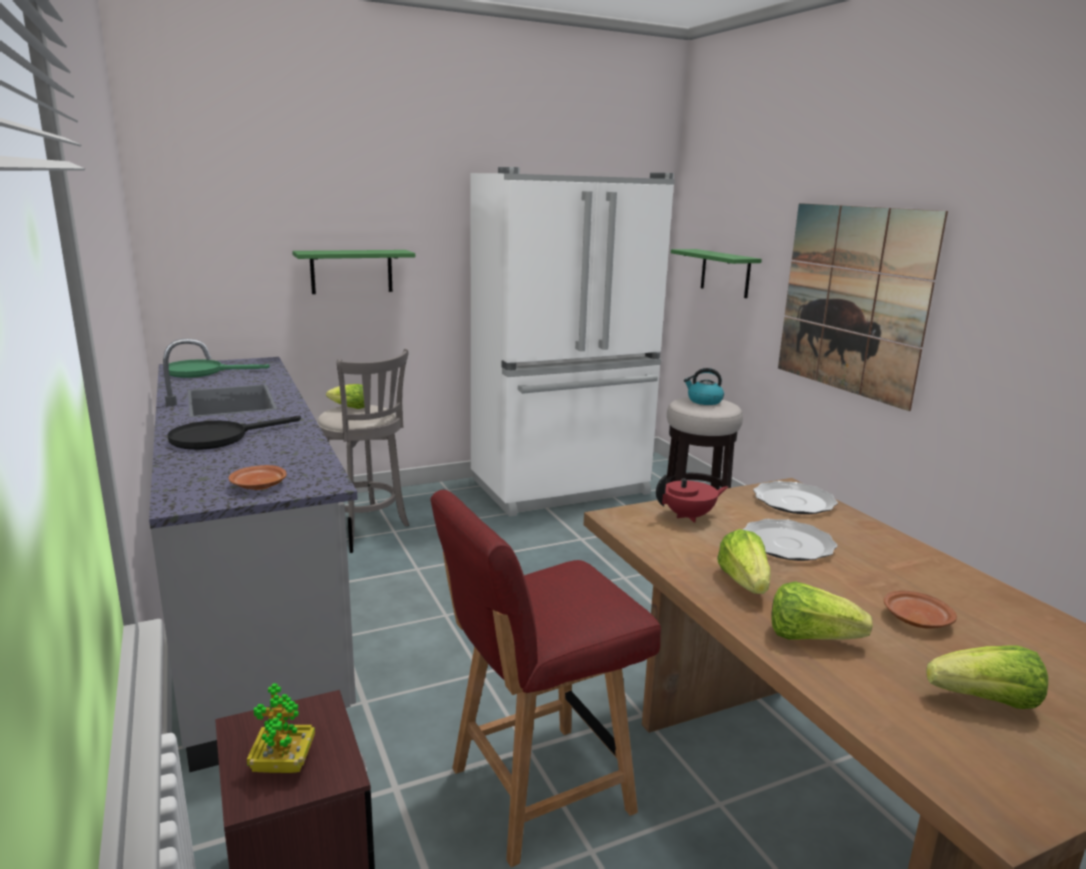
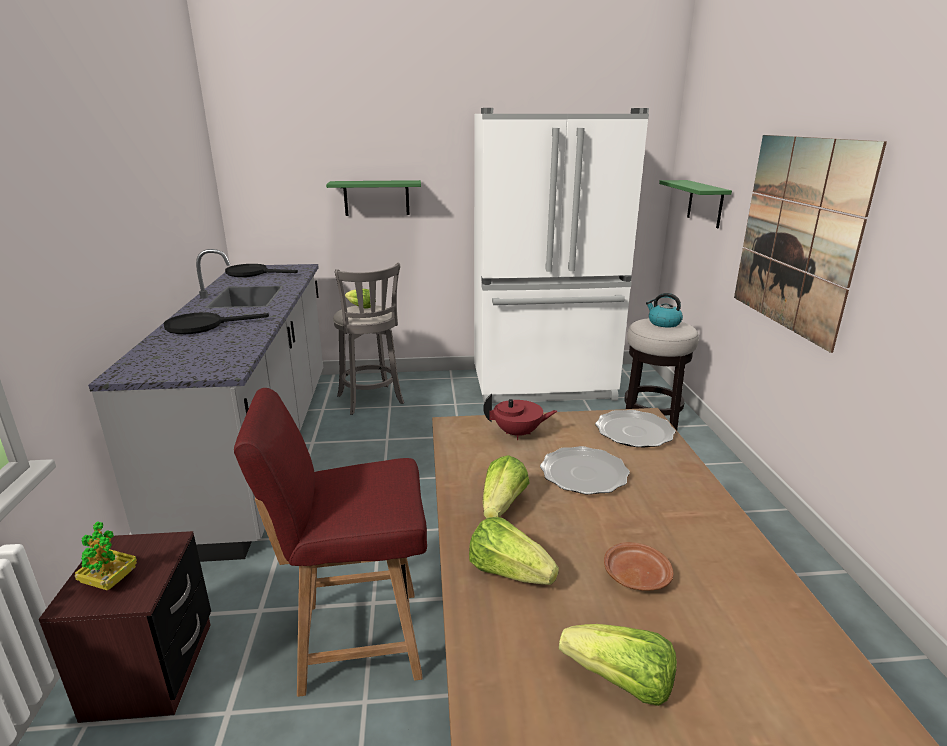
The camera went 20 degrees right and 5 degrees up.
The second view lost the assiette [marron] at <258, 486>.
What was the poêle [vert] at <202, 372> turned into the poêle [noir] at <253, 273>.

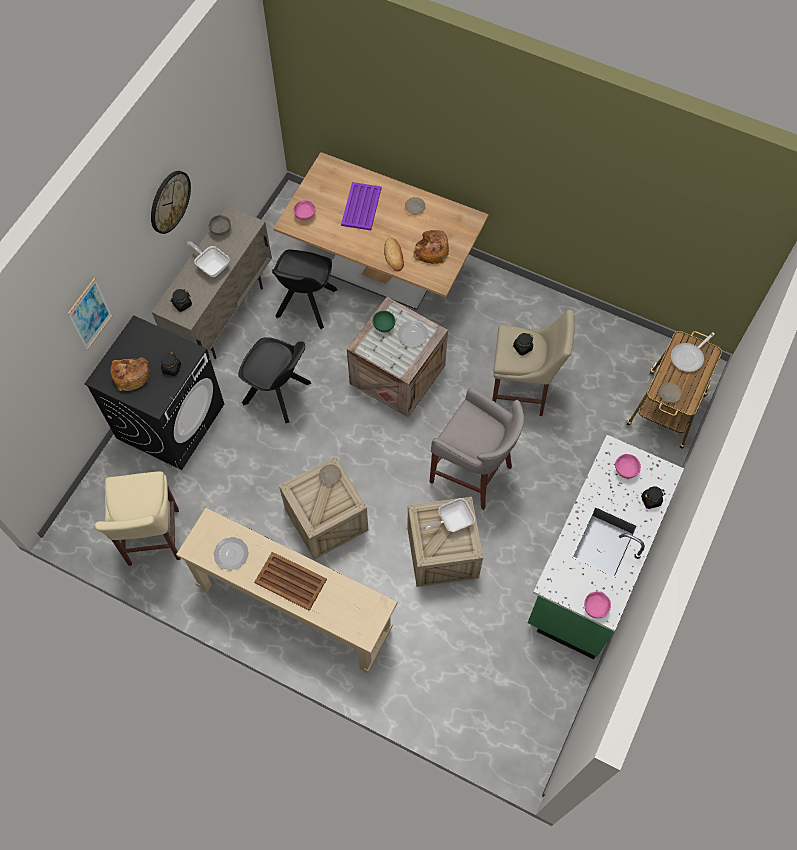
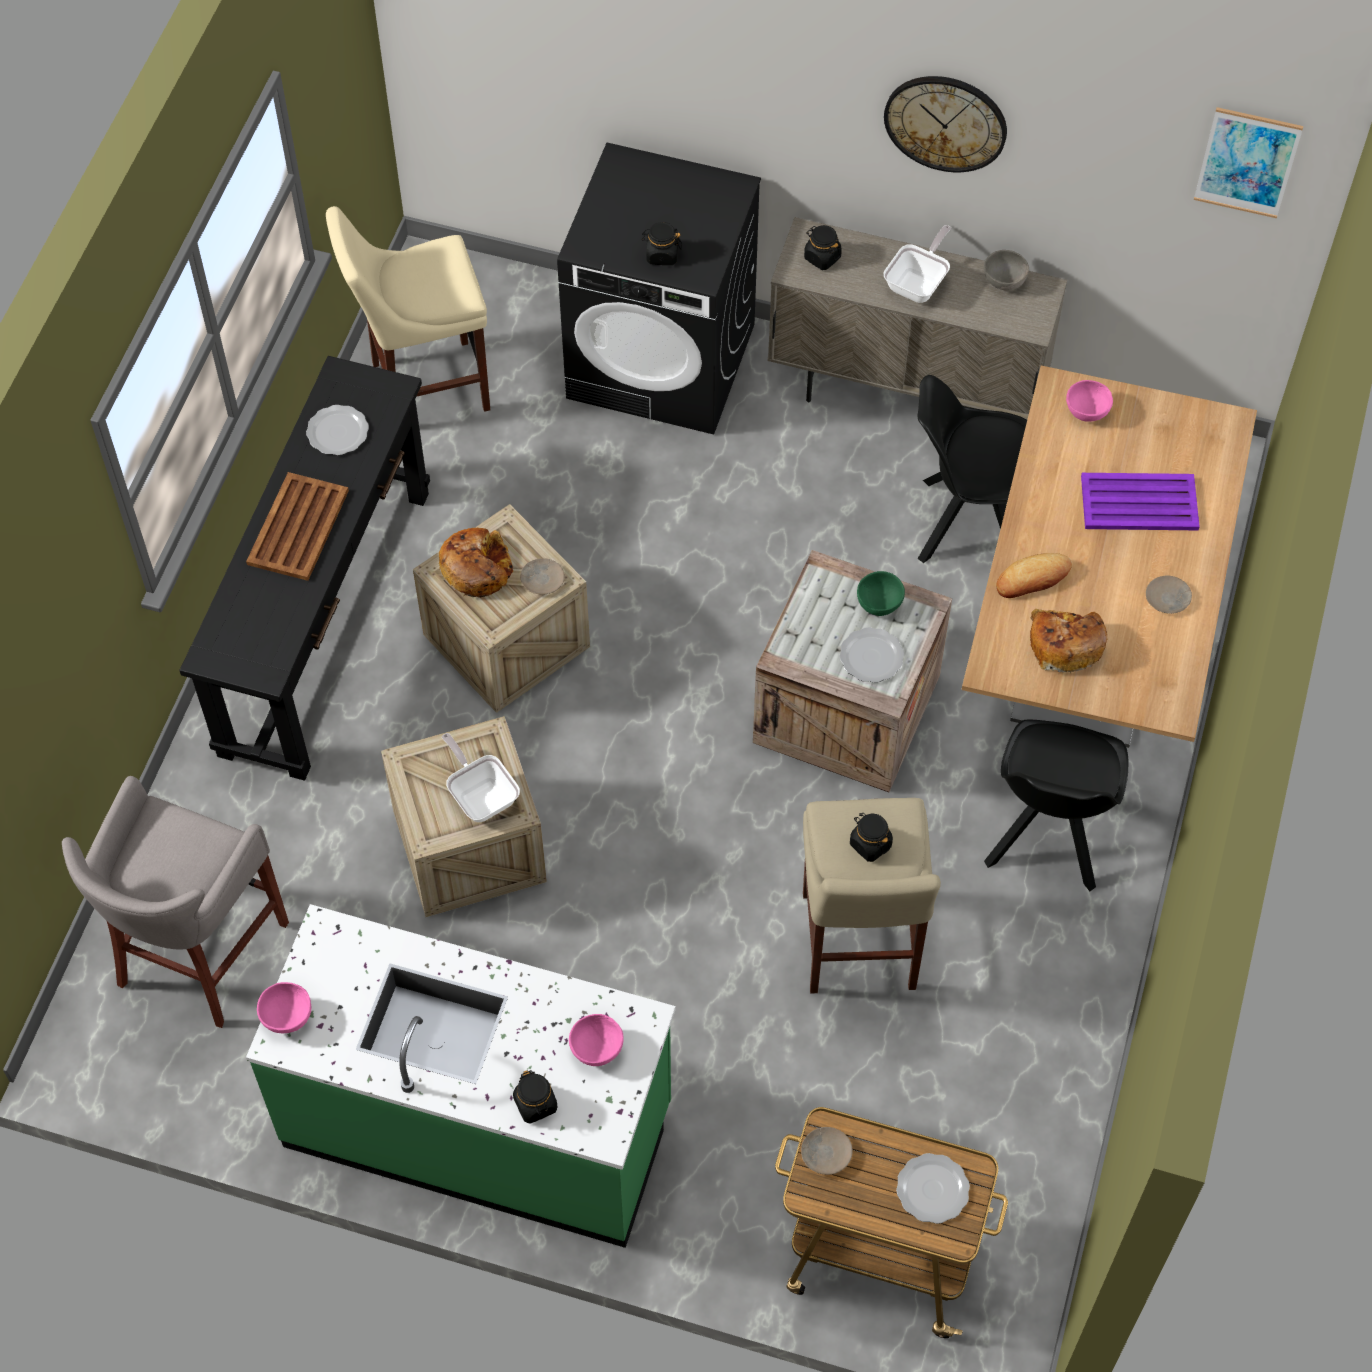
The camera went 80 degrees right and 5 degrees down.
The tableau ended up elsewhere, having gone from <90, 314> to <1247, 162>.
The pain ended up elsewhere, having gone from <130, 375> to <477, 568>.
The chaise [noir] ended up elsewhere, having gone from <278, 394> to <1047, 835>.
The tabouret [gris] ended up elsewhere, having gone from <473, 474> to <198, 956>.
Where the poêle stood at <689, 357>, the assiette came to stand at <932, 1190>.
What was the table console [beige] at <294, 608> turned into the table console [noir] at <326, 621>.

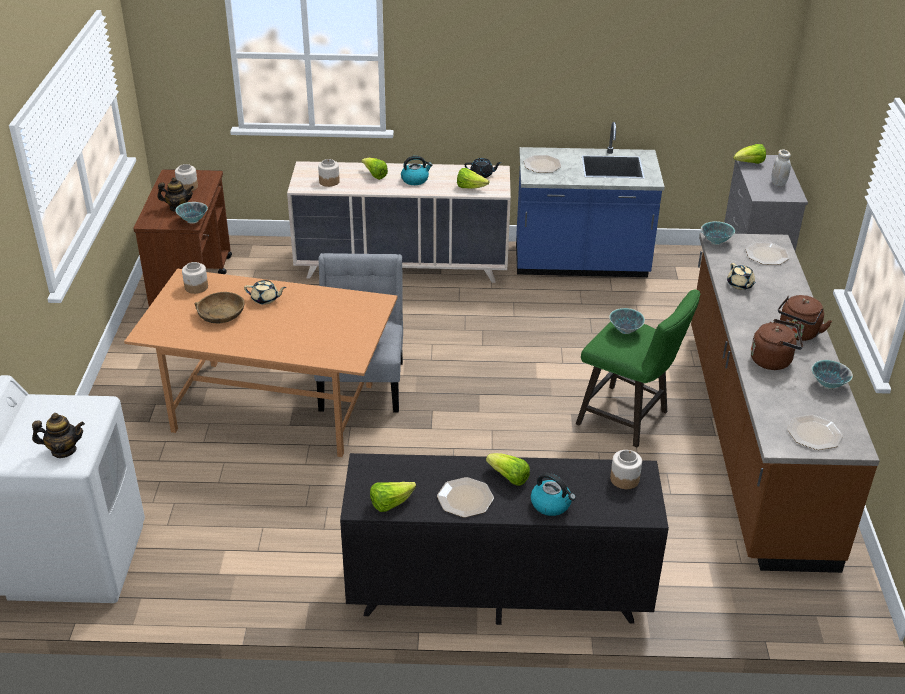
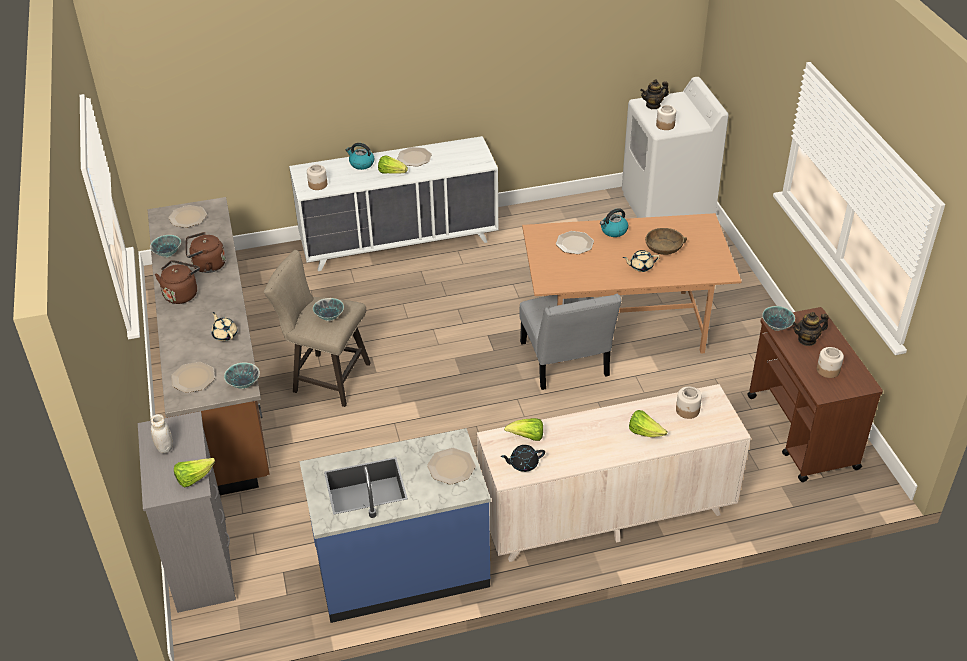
The camera went 165 degrees right and 5 degrees up.
The second view lost the laitue at <390, 503>.
The second view gained the assiette at <575, 243>.
The bocal ended up elsewhere, having gone from <196, 287> to <665, 125>.
The bouilloire ended up elsewhere, having gone from <415, 180> to <613, 231>.
What was the commode [noir] at <497, 590> turned into the commode [blanc] at <399, 242>.
What was the tabouret [vert] at <628, 419> turned into the tabouret [beige] at <325, 377>.

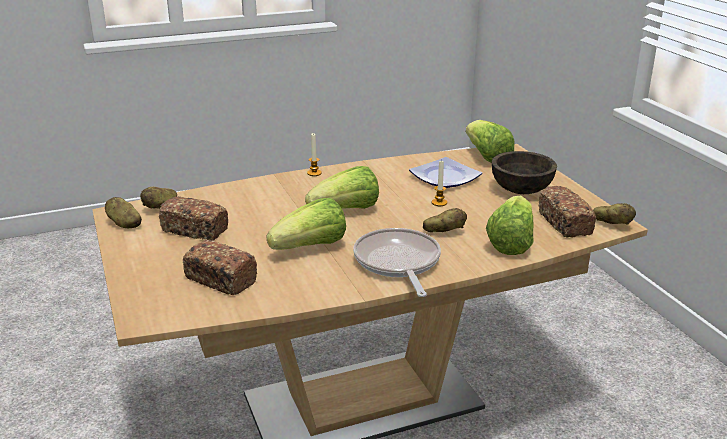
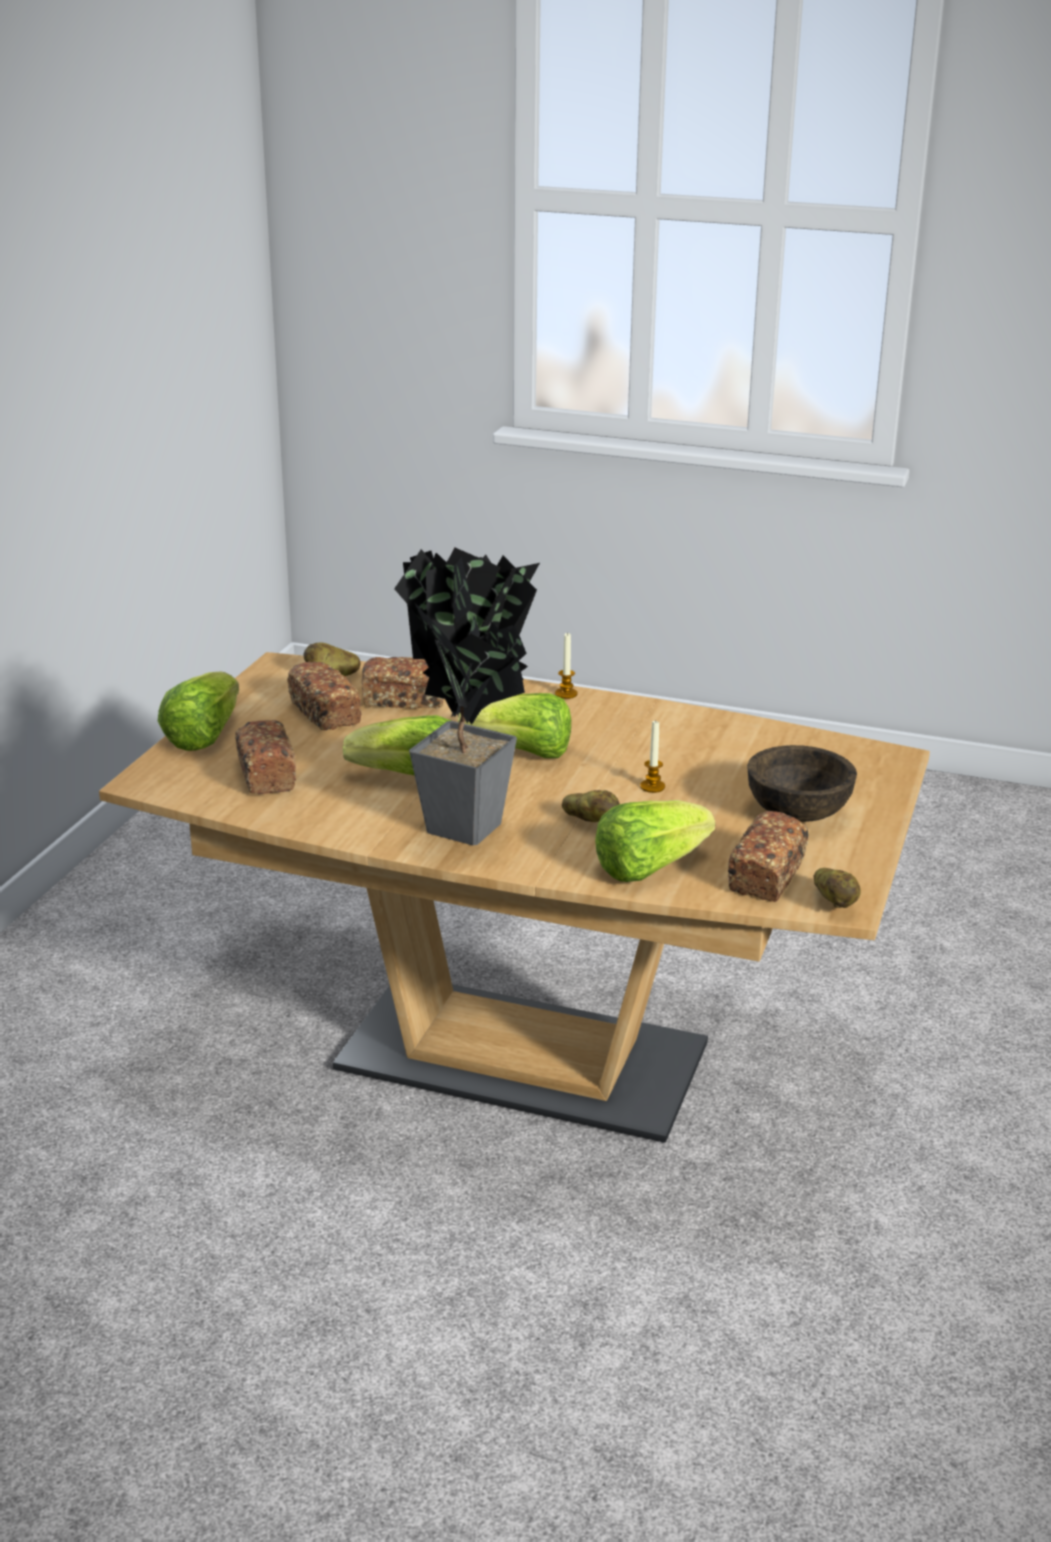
The camera went 40 degrees right and 0 degrees up.
The second view lost the pomme de terre at <124, 224>.
The second view lost the assiette at <446, 177>.
The second view gained the pain at <405, 700>.
The laitue ended up elsewhere, having gone from <487, 157> to <203, 735>.
Where the poêle stood at <397, 263>, the plante en pot came to stand at <471, 833>.

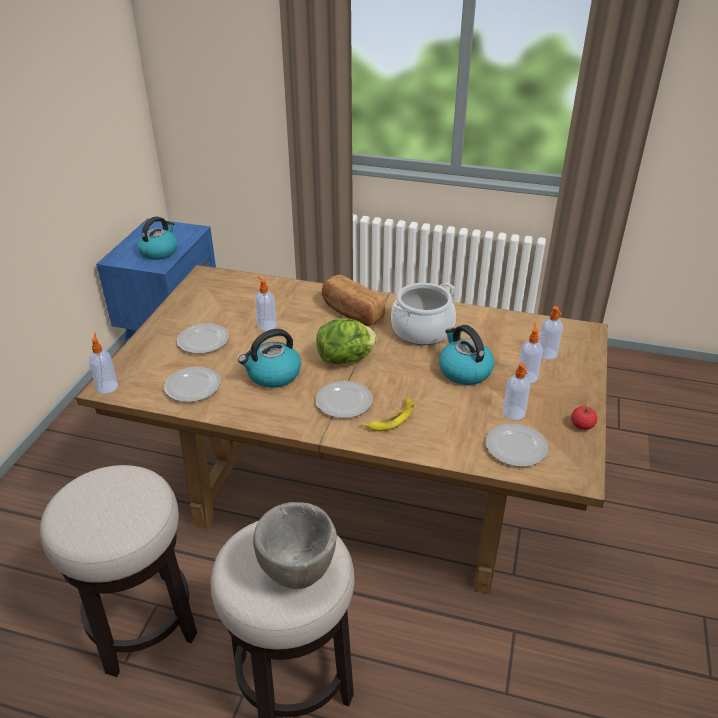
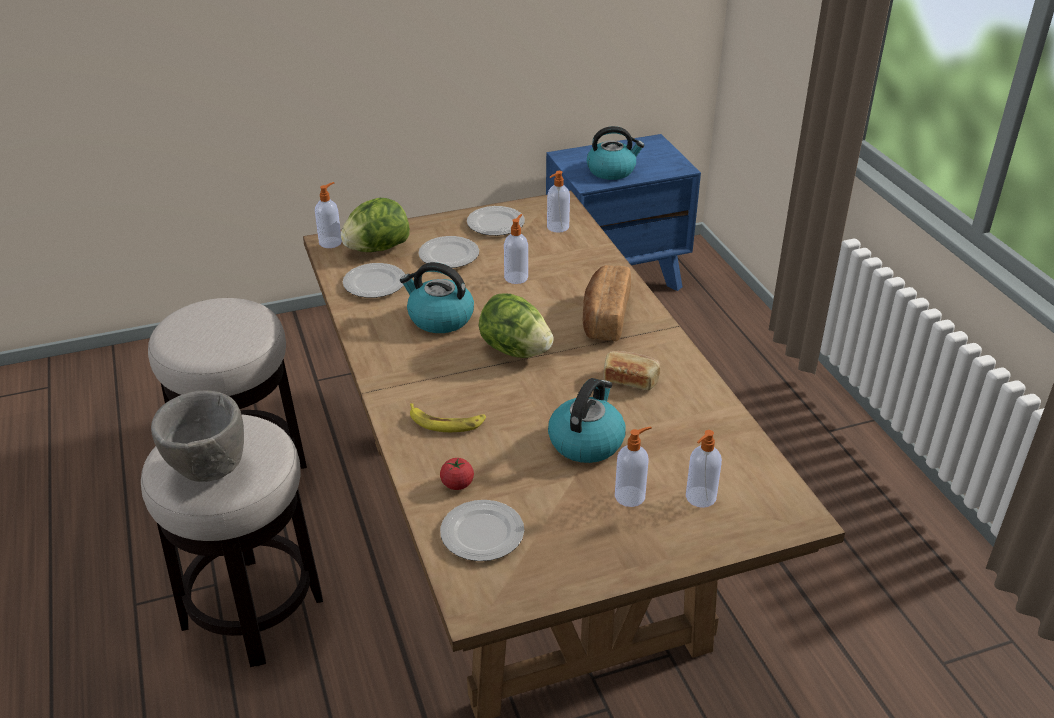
The camera went 55 degrees right and 0 degrees up.
The second view gained the laitue at <377, 249>.
The assiette ended up elsewhere, having gone from <344, 401> to <496, 224>.
The distributeur de savon ended up elsewhere, having gone from <514, 413> to <557, 227>.
The tomate ended up elsewhere, having gone from <582, 425> to <457, 484>.
Where the marmite stood at <422, 330>, the pain came to stand at <630, 379>.

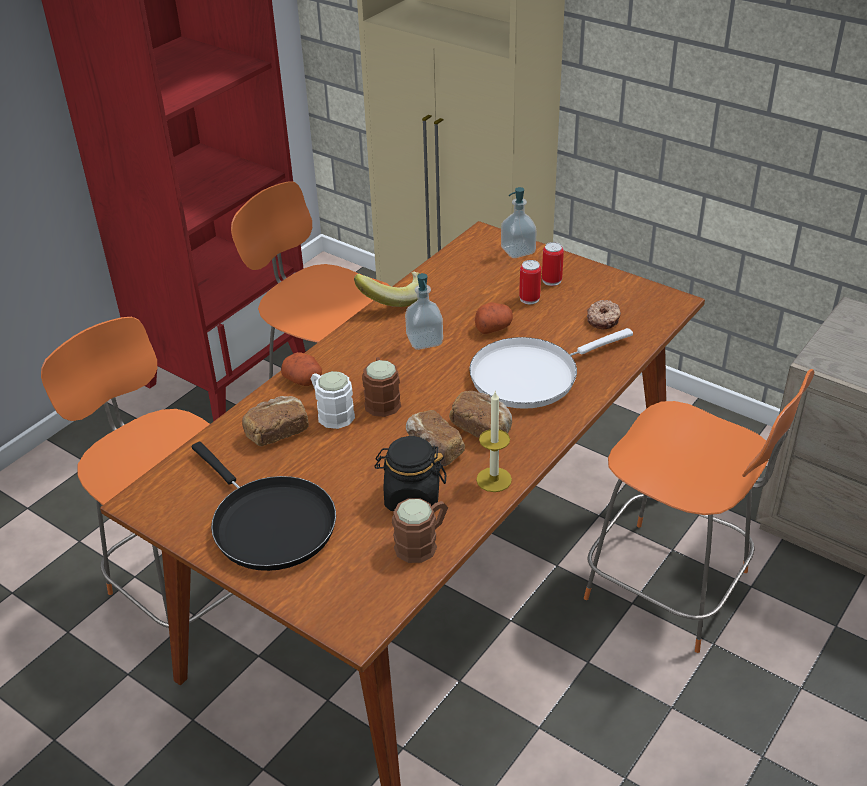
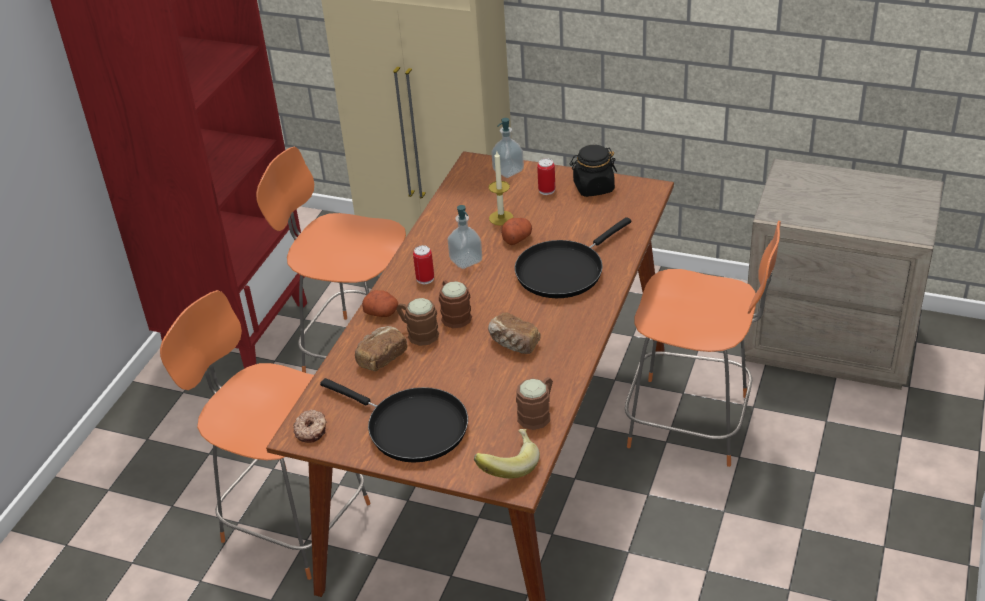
The camera went 15 degrees left and 0 degrees up.
The second view lost the pain at <482, 428>.
The banane ended up elsewhere, having gone from <391, 299> to <507, 465>.
The bocal [noir] ended up elsewhere, having gone from <412, 496> to <593, 187>.
The bougie ended up elsewhere, having gone from <494, 479> to <501, 218>.
The boîte métallique ended up elsewhere, having gone from <529, 298> to <425, 279>.
The beignet ended up elsewhere, having gone from <604, 319> to <311, 430>.
What was the mug [blanc] at <331, 412> turned into the mug [marron] at <418, 333>.
What was the poêle [blanc] at <530, 376> turned into the poêle [noir] at <563, 271>.

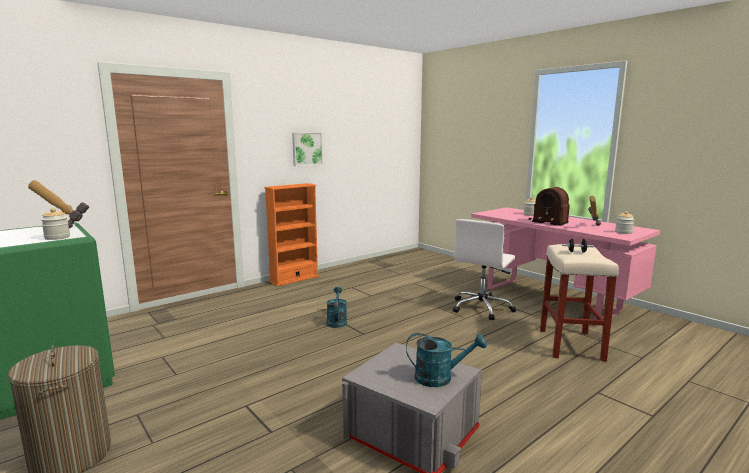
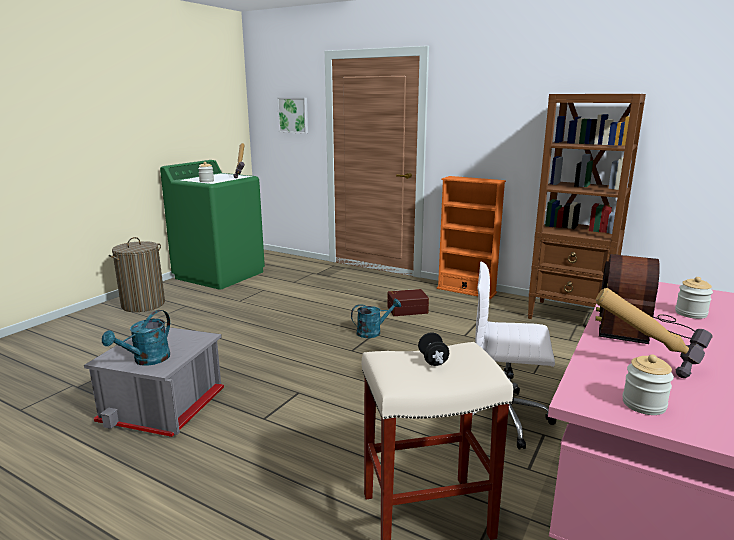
The camera went 70 degrees right and 5 degrees up.
The second view gained the boîte de rangement [marron] at <407, 309>.
The second view gained the bibliothèque [marron] at <570, 316>.
The tableau ended up elsewhere, having gone from <306, 149> to <293, 115>.
The arrosoir [turquoise] at <440, 378> ended up facing another way, 45 degrees clockwise from before.

